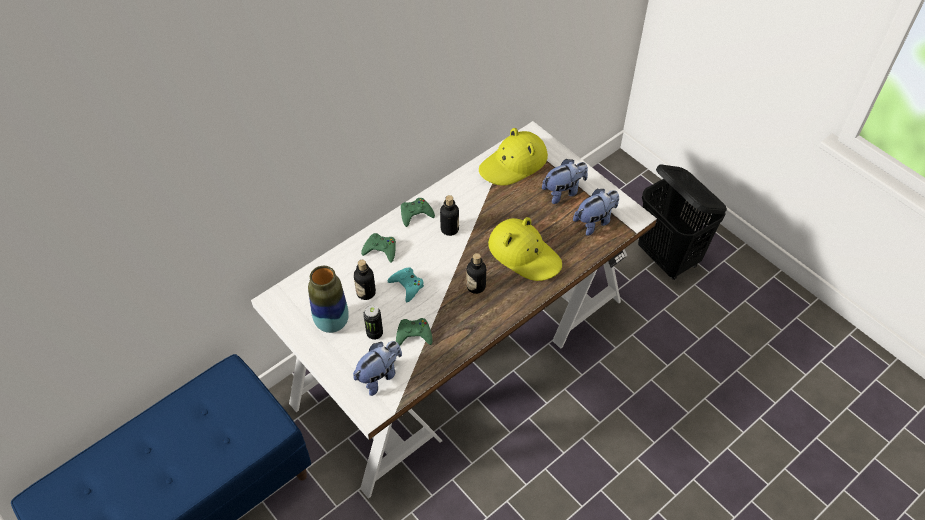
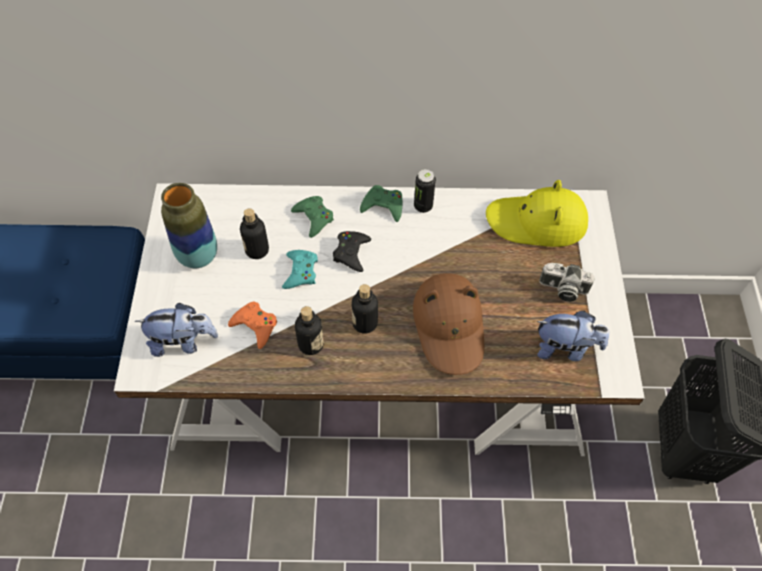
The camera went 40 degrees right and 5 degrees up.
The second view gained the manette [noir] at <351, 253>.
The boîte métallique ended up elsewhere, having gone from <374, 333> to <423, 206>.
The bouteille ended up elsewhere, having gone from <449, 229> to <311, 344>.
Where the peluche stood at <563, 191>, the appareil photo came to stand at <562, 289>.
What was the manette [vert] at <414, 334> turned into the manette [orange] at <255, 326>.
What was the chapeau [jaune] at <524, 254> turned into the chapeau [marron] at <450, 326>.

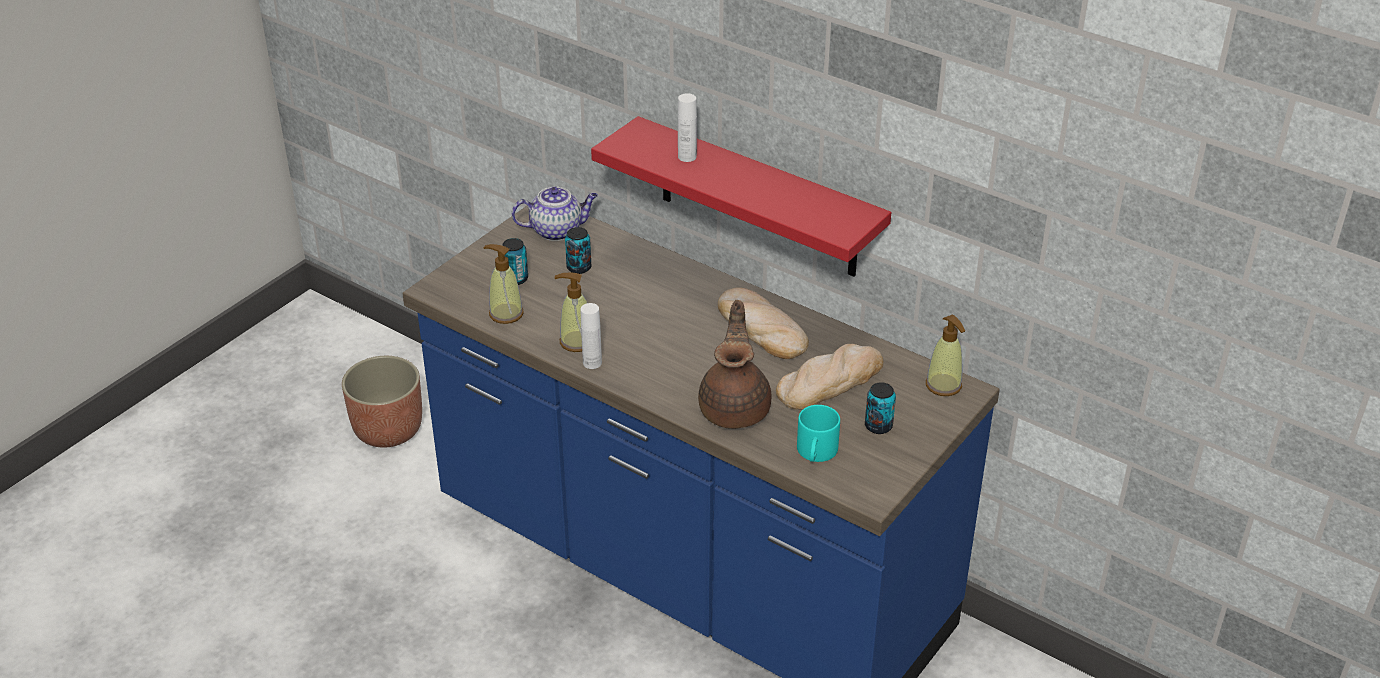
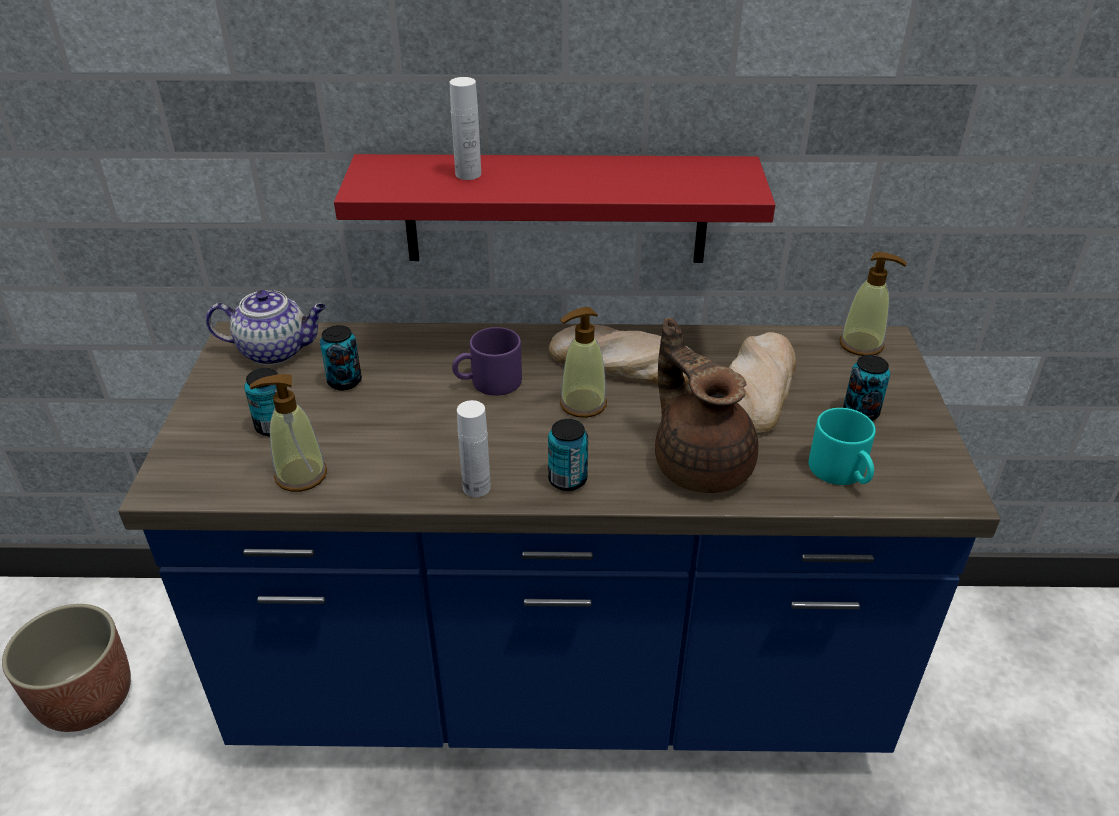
The camera went 35 degrees left and 0 degrees up.
The second view gained the mug [violet] at <488, 383>.
The second view gained the boîte métallique at <567, 480>.
The distributeur de savon ended up elsewhere, having gone from <576, 342> to <582, 404>.
The théière at <557, 230> ended up facing another way, 45 degrees clockwise from before.

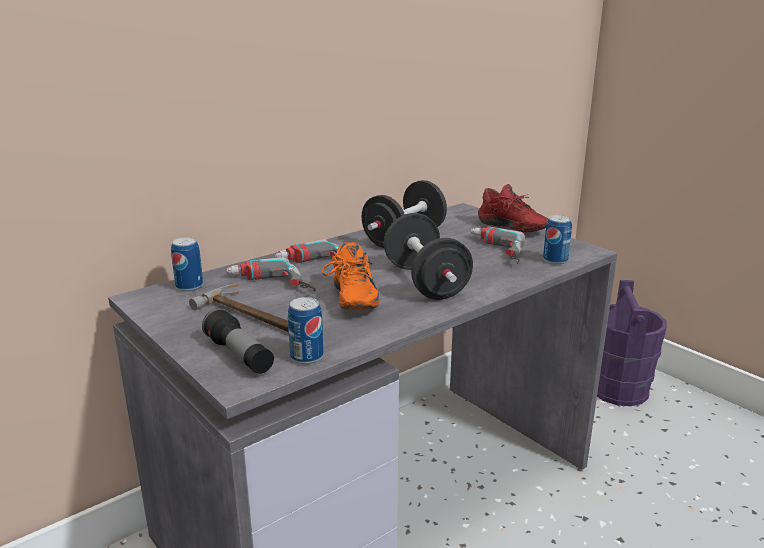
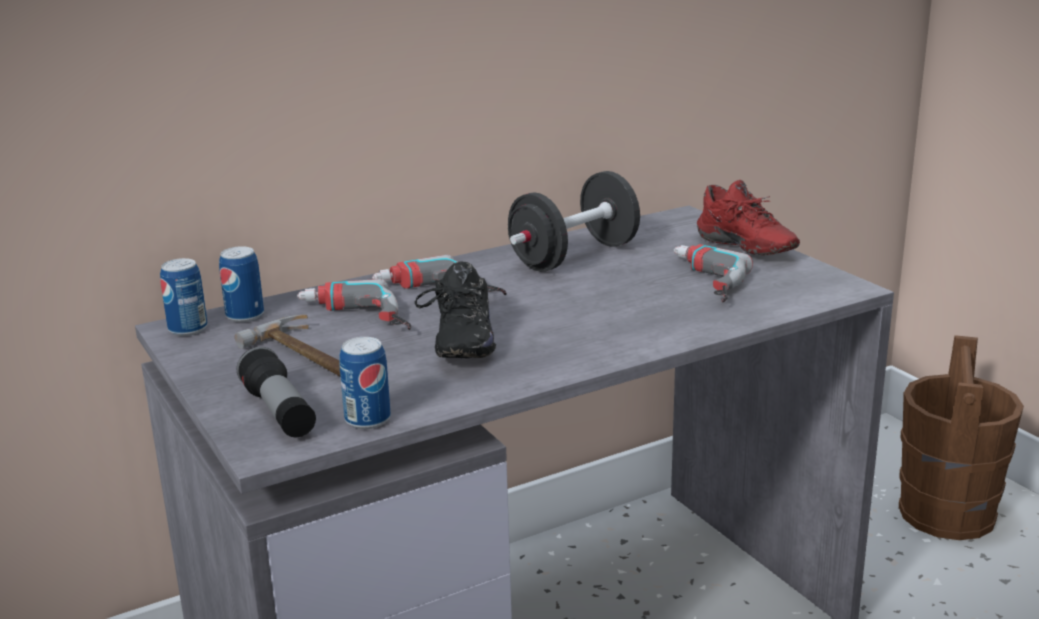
The camera went 10 degrees right and 0 degrees up.
The second view lost the haltère [noir] at <425, 282>.
The boîte métallique ended up elsewhere, having gone from <555, 260> to <188, 329>.
What was the chaussure [orange] at <350, 299> turned into the chaussure [noir] at <458, 344>.
What was the seau [violet] at <618, 389> turned into the seau [marron] at <947, 513>.

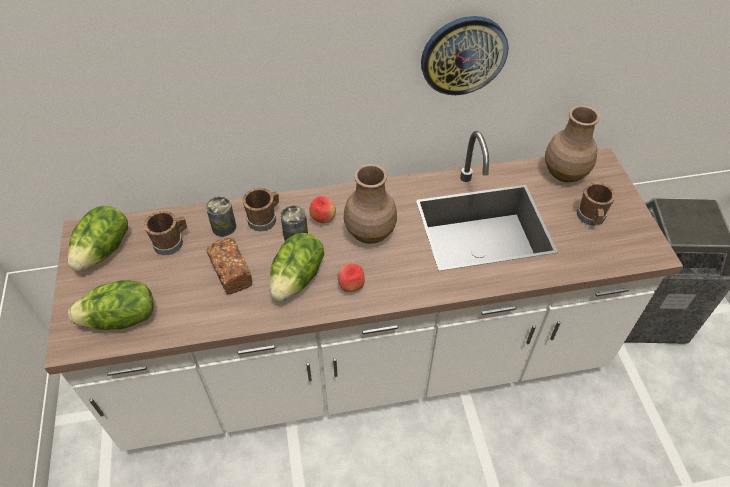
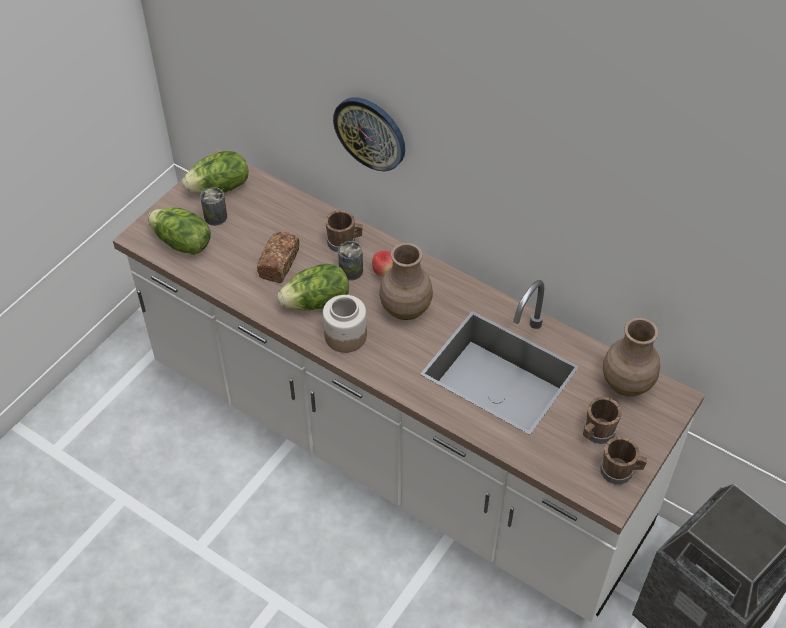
The camera went 45 degrees right and 0 degrees up.
The mug [marron] ended up elsewhere, having gone from <171, 242> to <620, 471>.
The boîte métallique ended up elsewhere, having gone from <224, 227> to <215, 217>.
The horloge murale ended up elsewhere, having gone from <463, 55> to <370, 133>.
Where the pomme stood at <351, 286>, the bocal came to stand at <345, 336>.

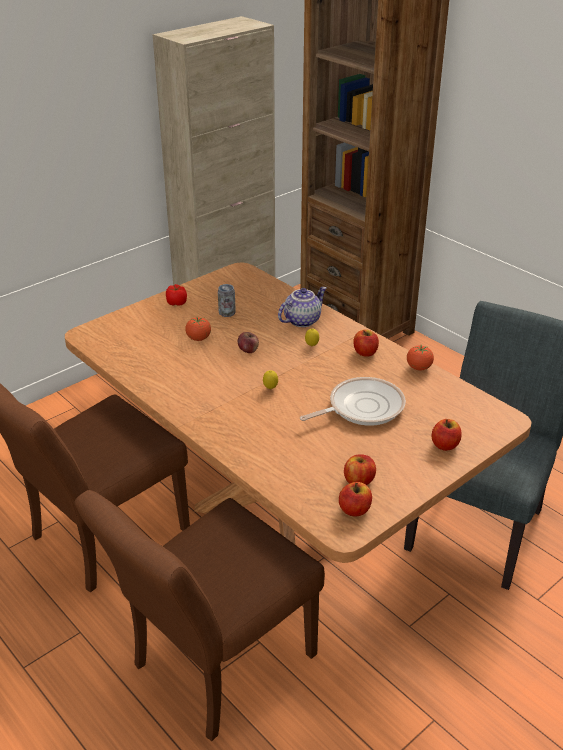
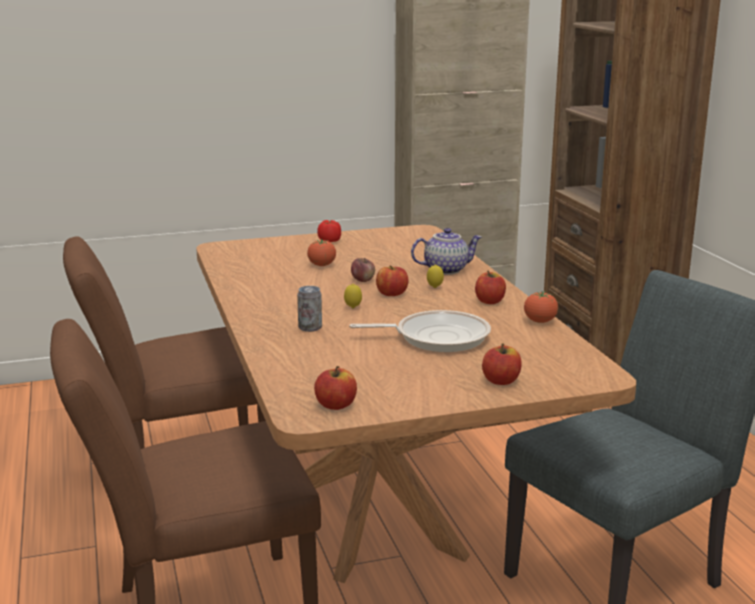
The camera went 25 degrees right and 15 degrees down.
The boîte métallique ended up elsewhere, having gone from <227, 313> to <310, 327>.
The pomme ended up elsewhere, having gone from <358, 481> to <392, 294>.

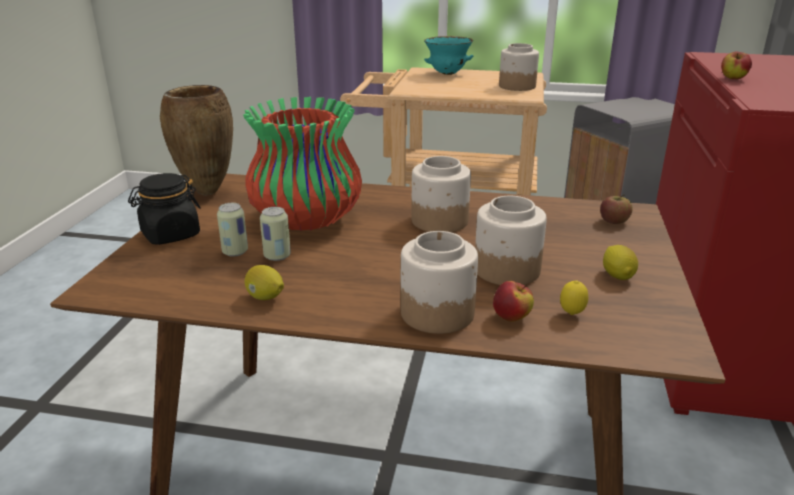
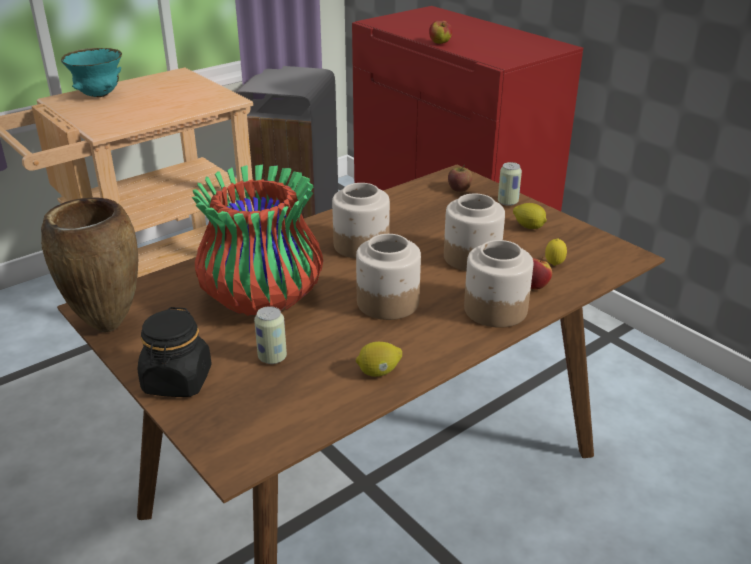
The camera went 50 degrees left and 5 degrees up.
The boîte métallique ended up elsewhere, having gone from <277, 256> to <507, 202>.
The bocal ended up elsewhere, having gone from <516, 86> to <387, 303>.

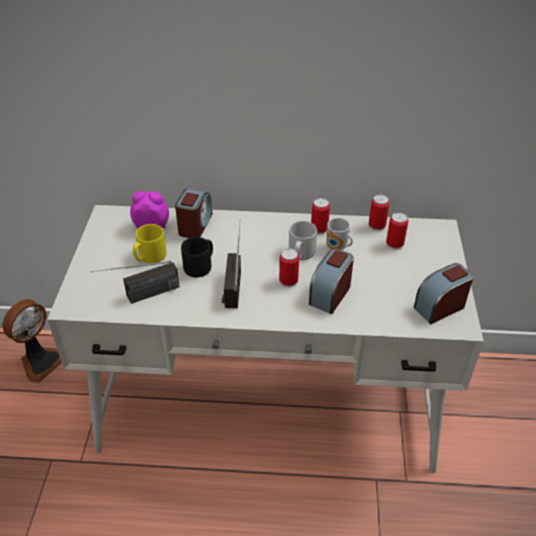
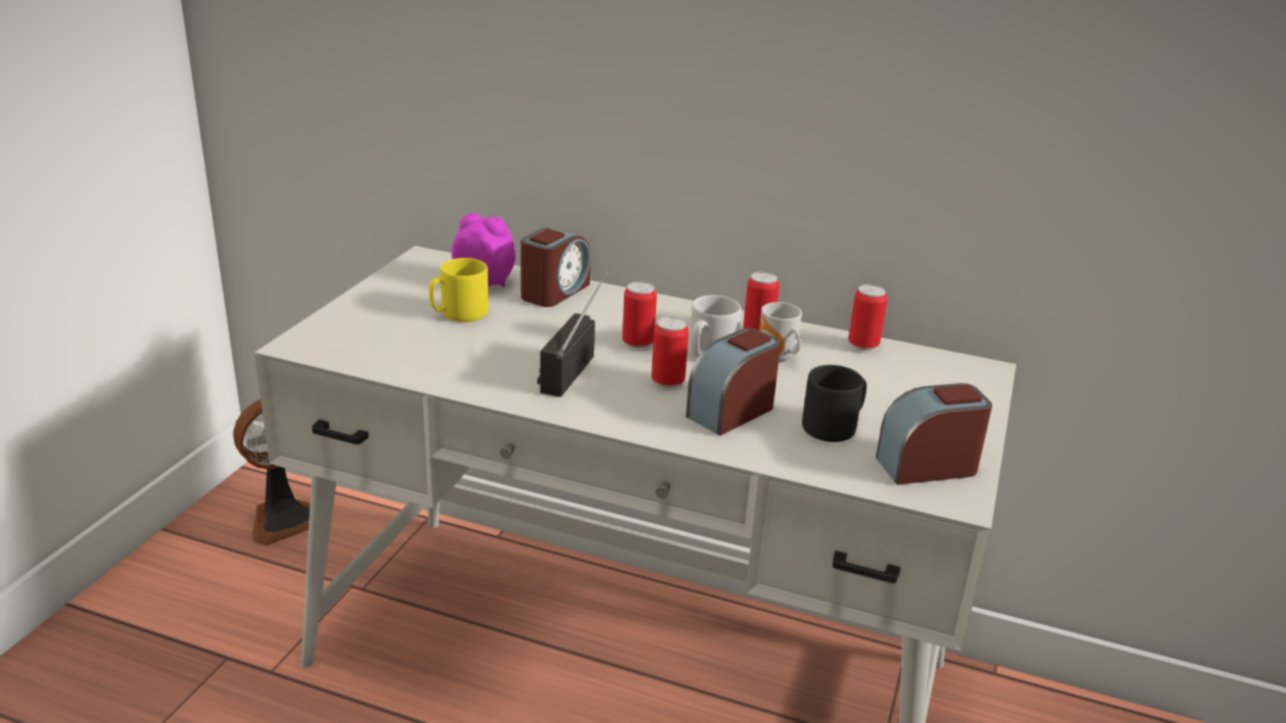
The camera went 15 degrees right and 15 degrees down.
The second view lost the radio at <140, 297>.
The mug [noir] ended up elsewhere, having gone from <200, 266> to <834, 426>.
The boîte métallique ended up elsewhere, having gone from <394, 244> to <638, 344>.

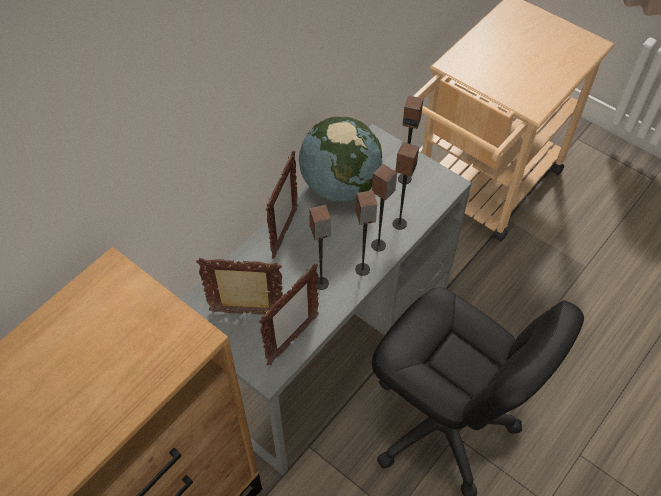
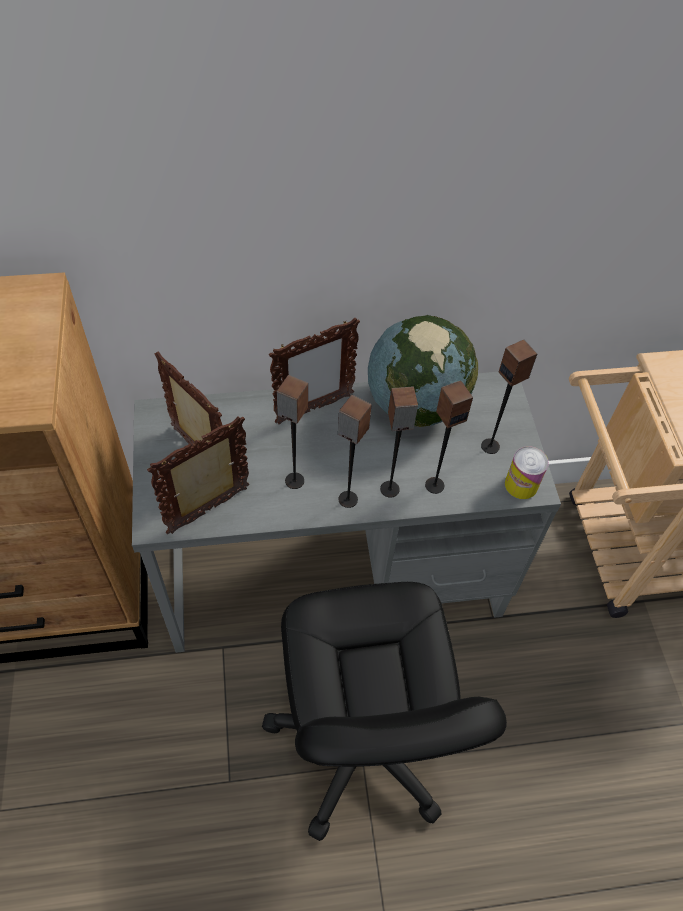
The camera went 40 degrees right and 0 degrees up.
The second view gained the boîte métallique at <521, 485>.
The cadre photo at <292, 340> ended up facing another way, 150 degrees clockwise from before.

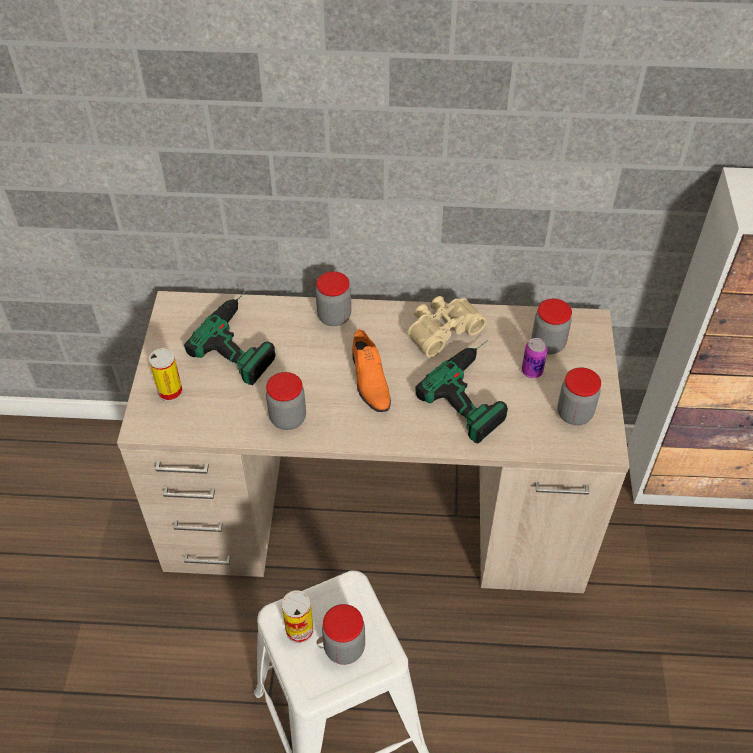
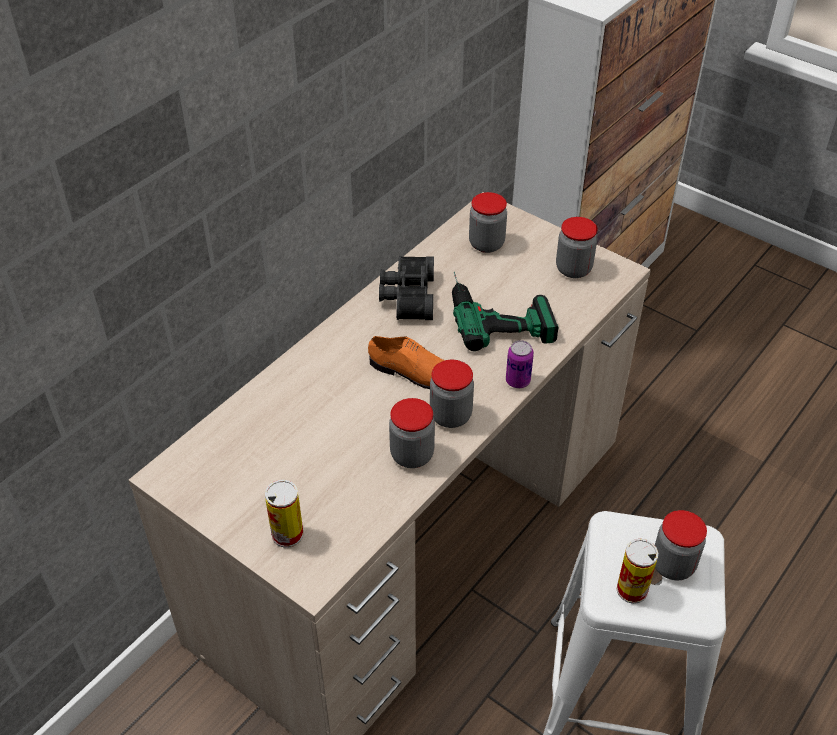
The camera went 55 degrees left and 5 degrees down.
The second view lost the perceuse at <245, 338>.
The bocal ended up elsewhere, having gone from <334, 317> to <450, 415>.
The boîte métallique ended up elsewhere, having gone from <532, 371> to <518, 381>.
What was the jumelles [beige] at <441, 330> turned into the jumelles [noir] at <406, 296>.

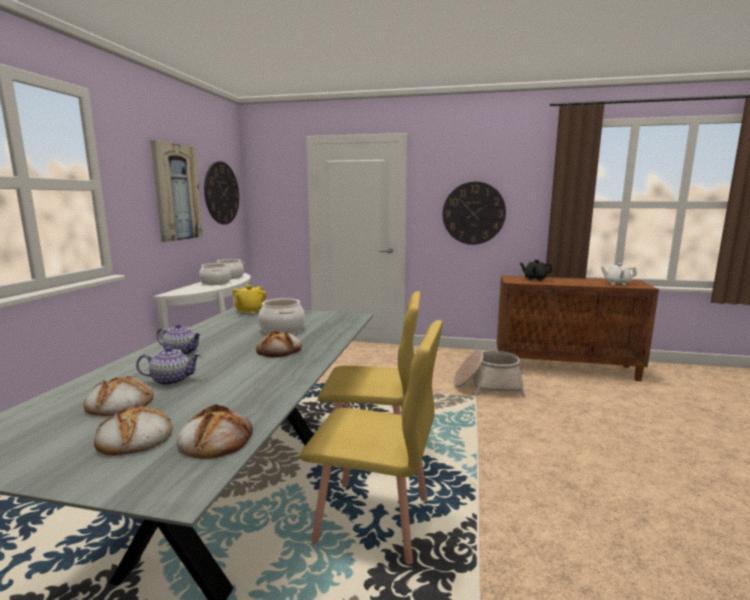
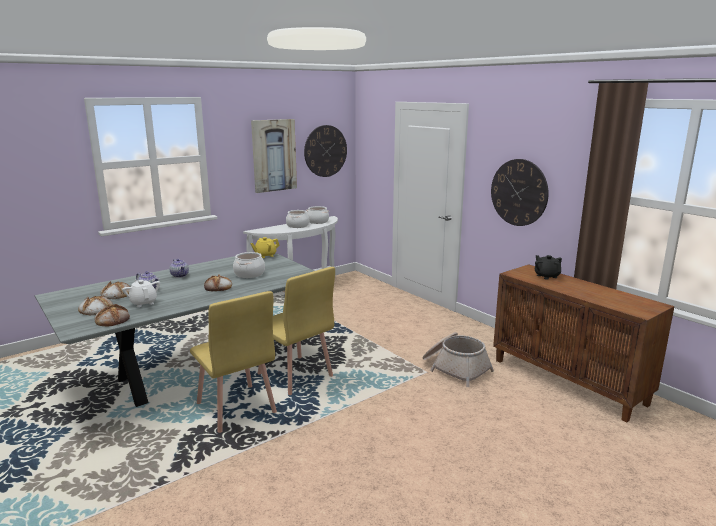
The camera went 40 degrees right and 5 degrees up.
The théière [blanc] ended up elsewhere, having gone from <617, 283> to <143, 303>.

